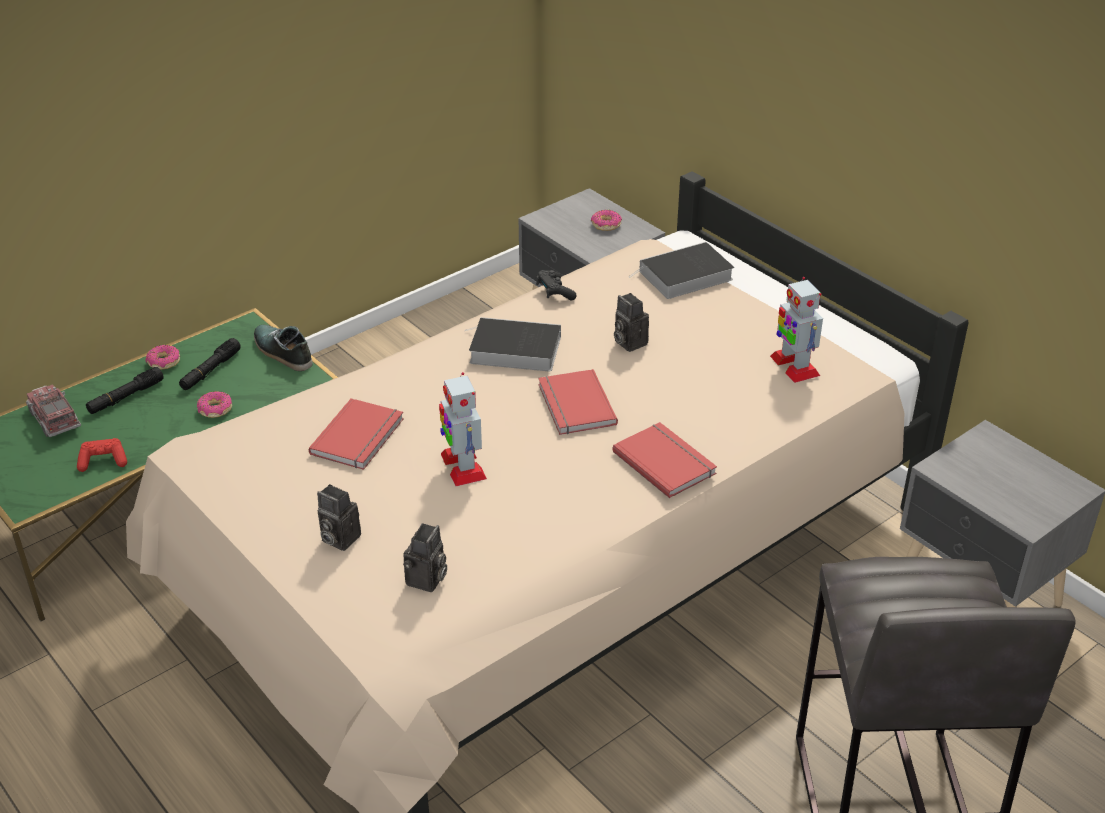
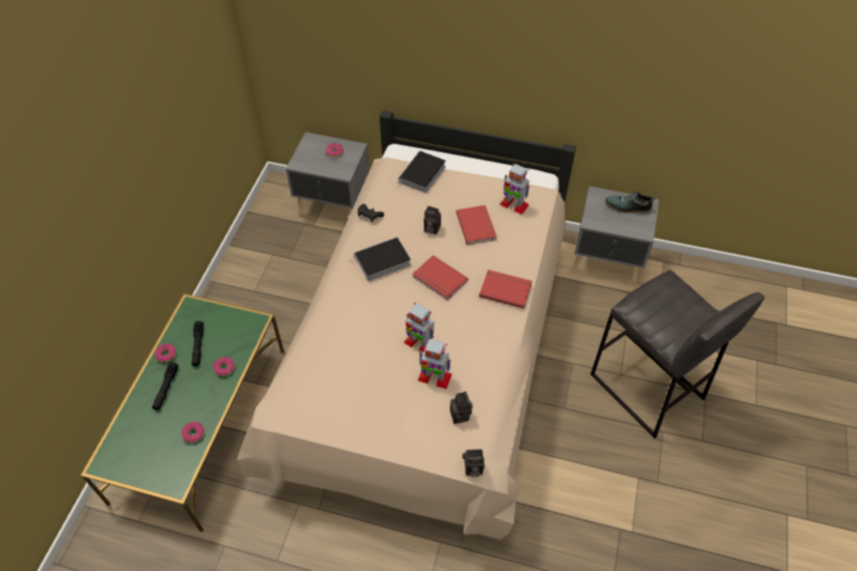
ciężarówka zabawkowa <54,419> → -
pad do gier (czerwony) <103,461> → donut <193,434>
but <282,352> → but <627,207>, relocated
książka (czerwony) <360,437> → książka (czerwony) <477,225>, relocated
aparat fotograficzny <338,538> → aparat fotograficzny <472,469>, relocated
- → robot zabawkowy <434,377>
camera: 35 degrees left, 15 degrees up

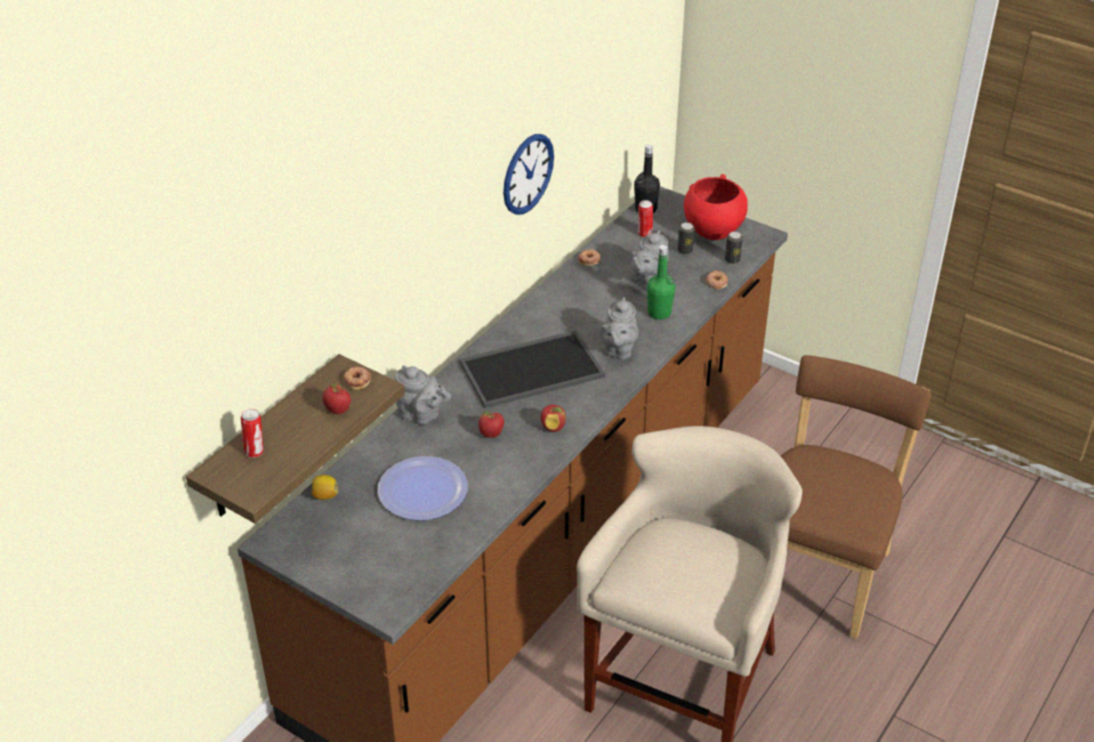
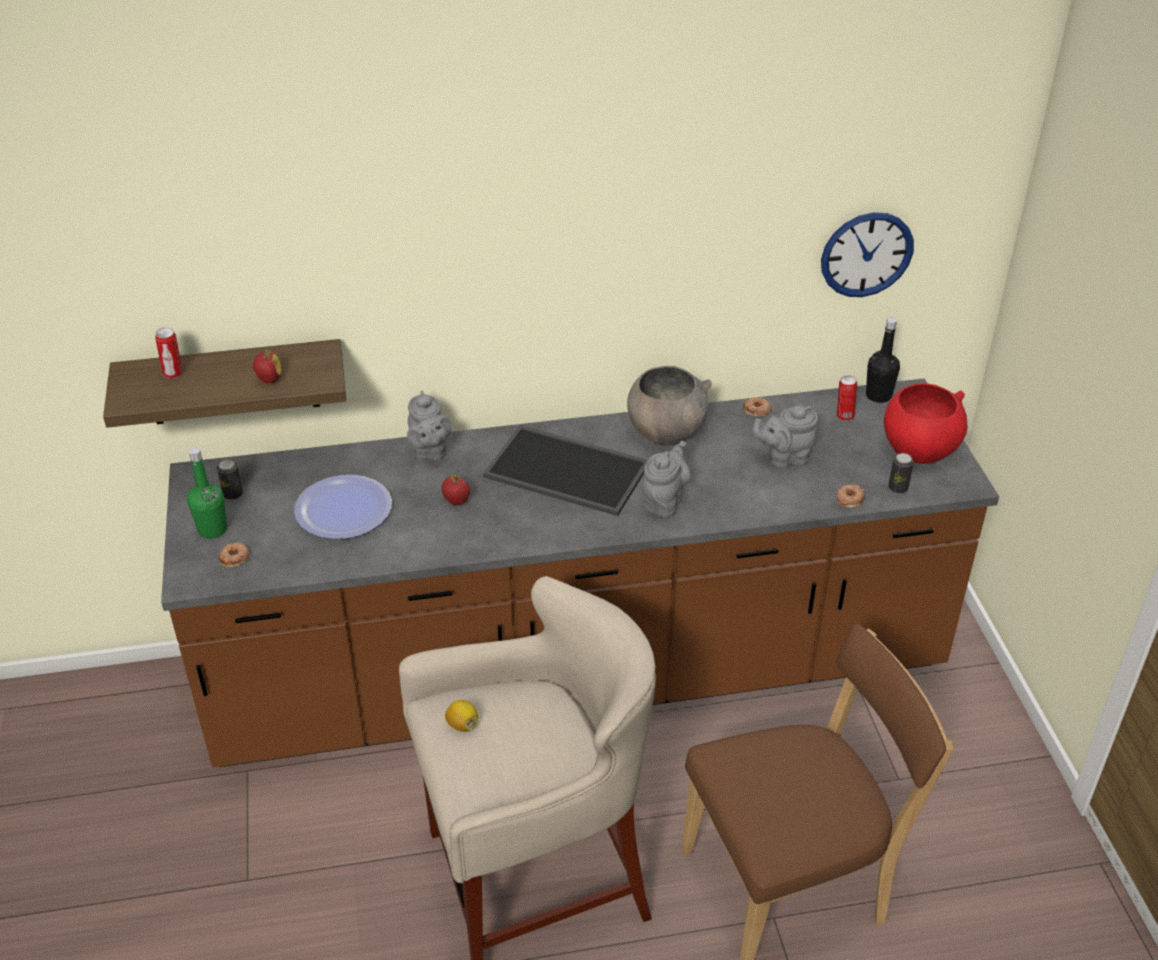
cytryna <325,496> → cytryna <462,724>, relocated
donut <357,380> → donut <235,557>, relocated
zegar ścienny <527,174> → zegar ścienny <866,254>, relocated
jabłko <553,427> → -
imbryk (szary) <618,350> → imbryk (szary) <664,501>, 150 degrees clockwise
butelka (zielony) <659,313> → butelka (zielony) <212,529>, relocated
puszka <685,250> → puszka <233,494>, relocated
- → miska (szary) <665,432>
camera: 45 degrees right, 0 degrees up

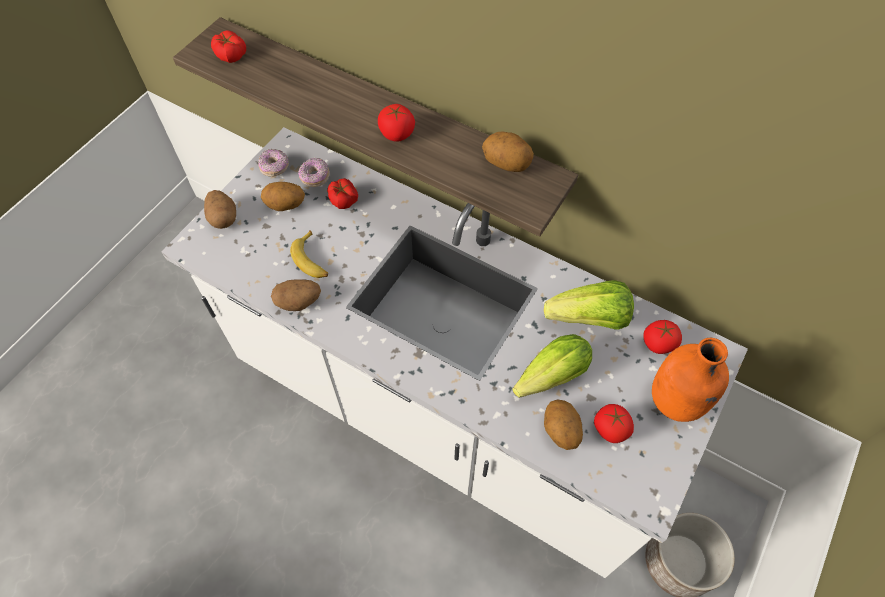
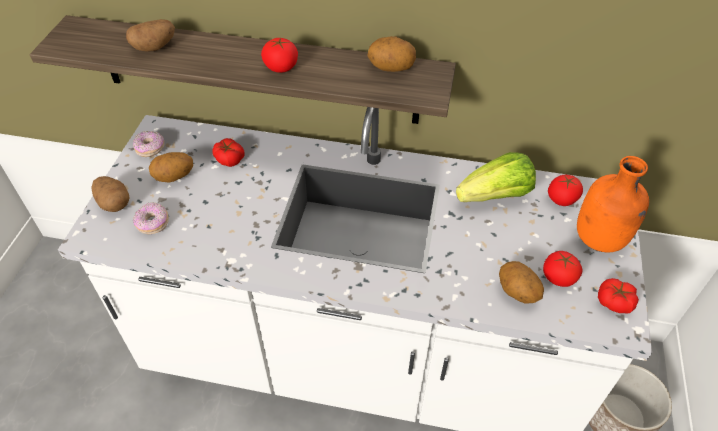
pomidor <230,55> → pomidor <614,302>, relocated
ziemniak <299,302> → ziemniak <154,47>, relocated
banan <312,260> → -
donut <315,177> → donut <152,223>, relocated
sałata <547,377> → -
camera: 20 degrees left, 10 degrees down

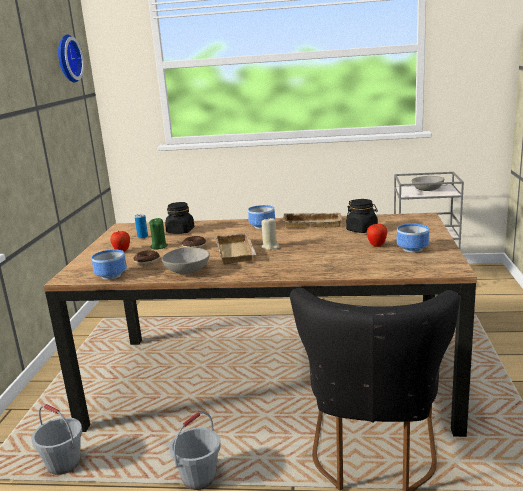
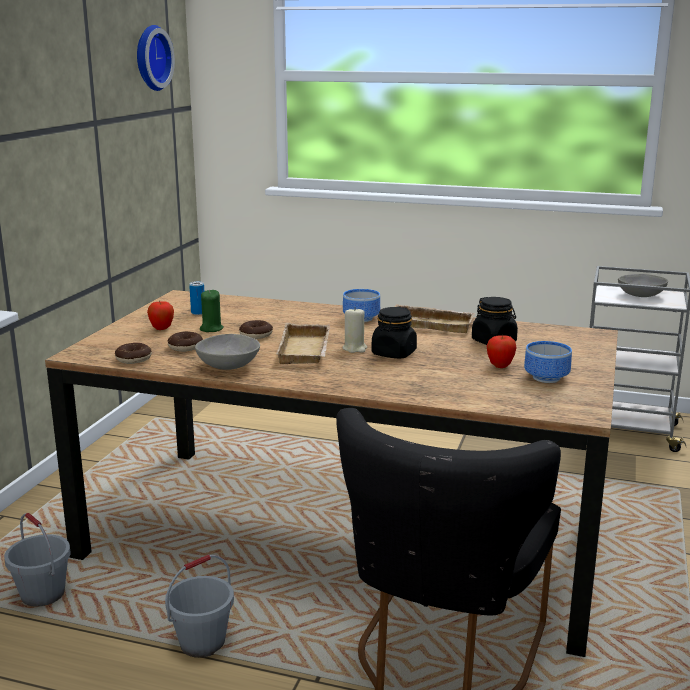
miska <112,276> → donut <133,359>
słoik (czarny) <180,231> → słoik (czarny) <394,353>, relocated
camera: 10 degrees right, 0 degrees up

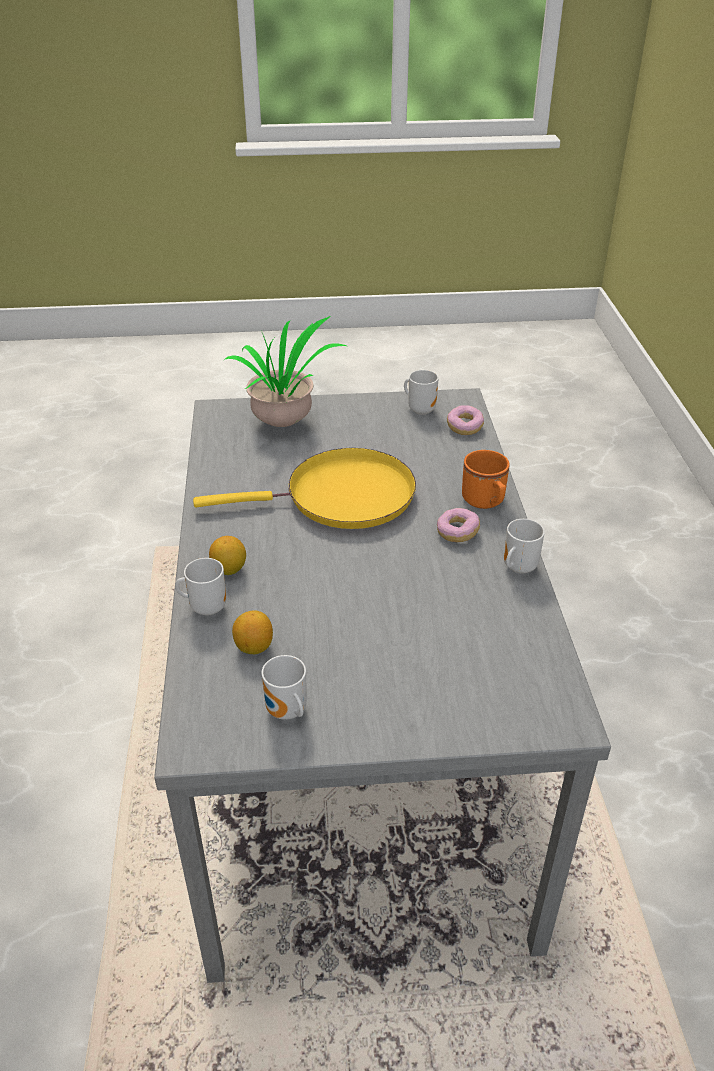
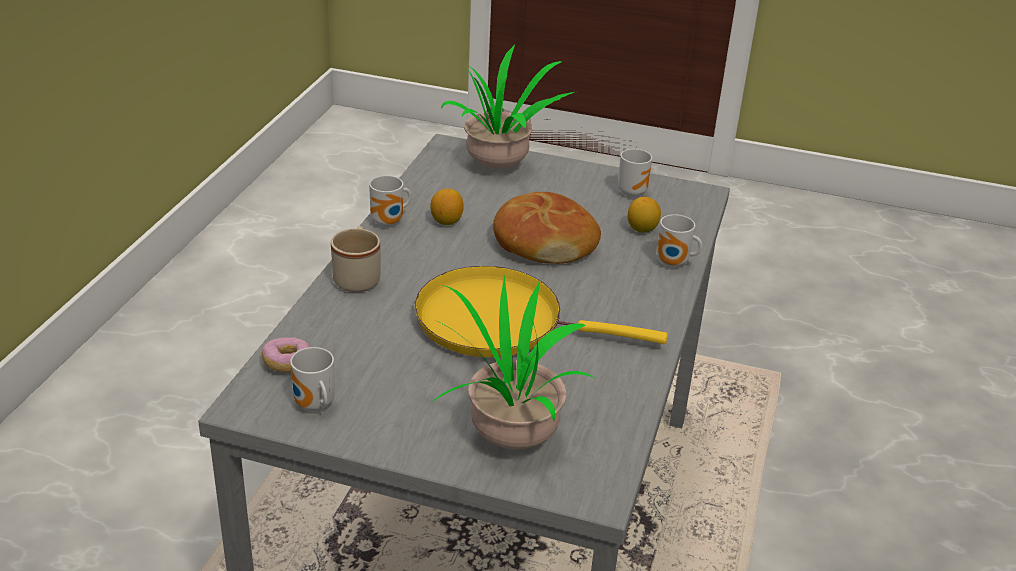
cytryna <229,569> → cytryna <446,221>, relocated
donut <457,532> → -
kubek (pomarańczowy) <486,502> → kubek (beżowy) <357,277>
- → roślina doniczkowa <500,165>
- → chleb <543,242>
camera: 160 degrees left, 5 degrees down

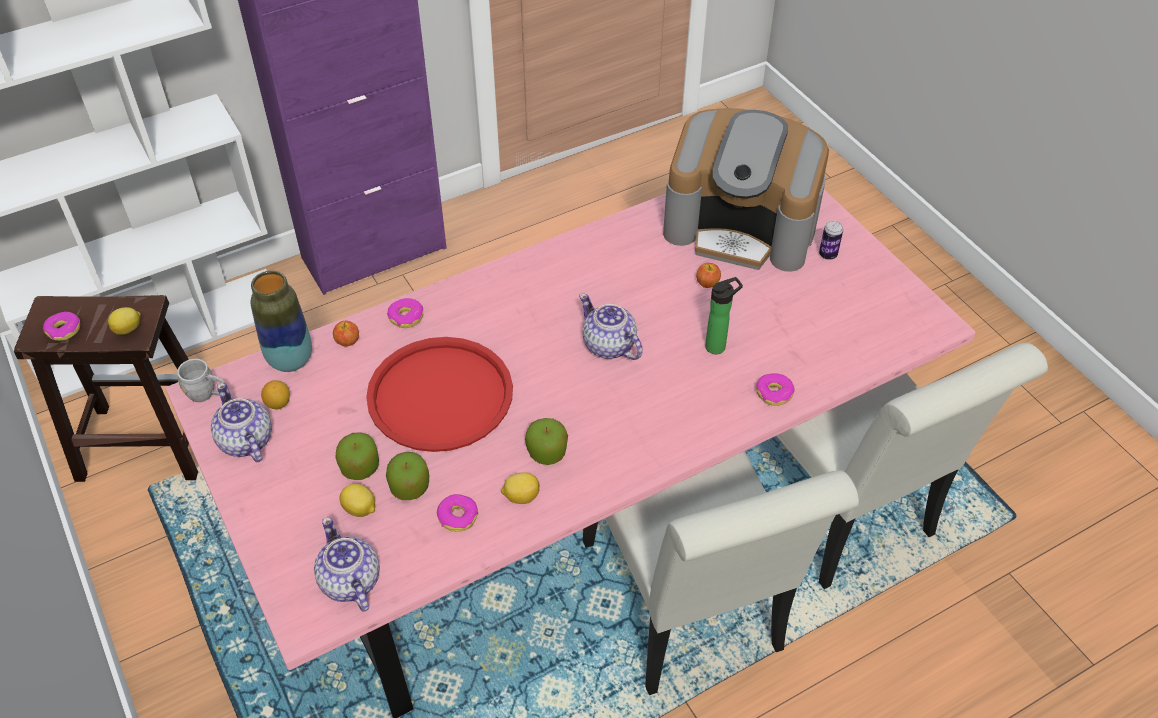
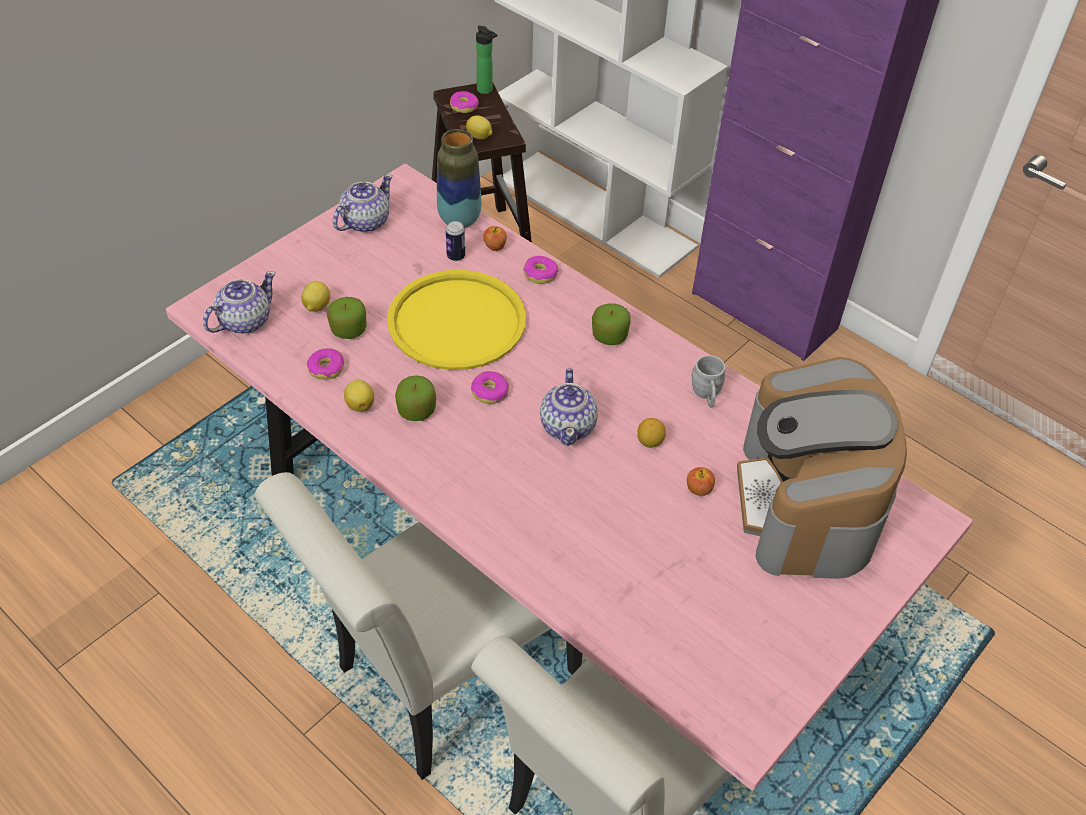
kubek (szary) <208,394> → kubek (szary) <706,395>, relocated
cytryna <278,403> → cytryna <650,442>, relocated
jabłko <360,467> → jabłko <609,336>, relocated
taca (czerwony) <440,395> → taca (żółty) <456,321>
imbryk <609,346> → imbryk <568,426>, 150 degrees clockwise
butelka <718,346> → butelka <486,91>, relocated
donut <774,393> → donut <490,392>, relocated
puszka <828,255> → puszka <456,256>, relocated
camera: 70 degrees right, 0 degrees up

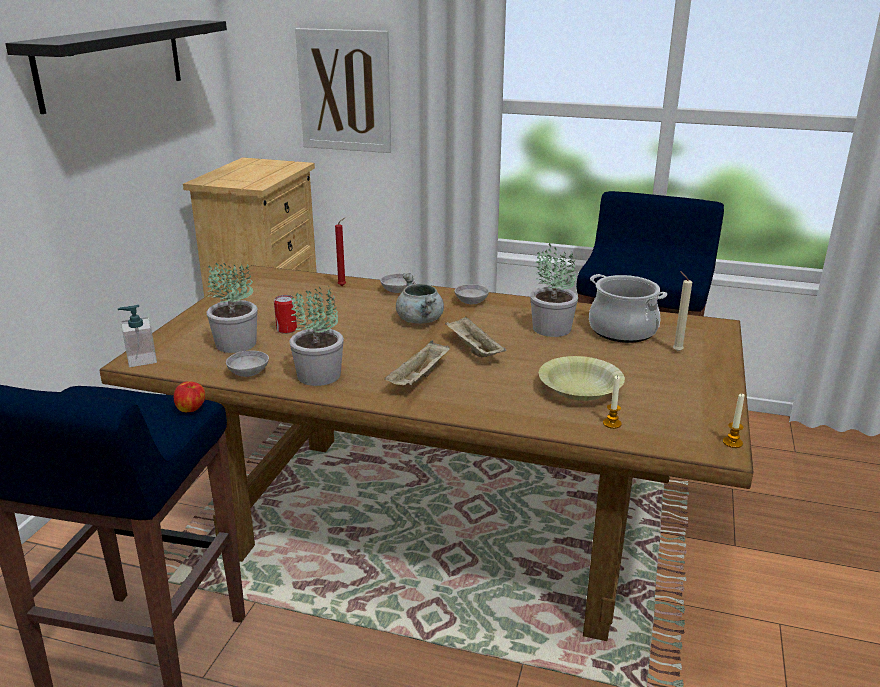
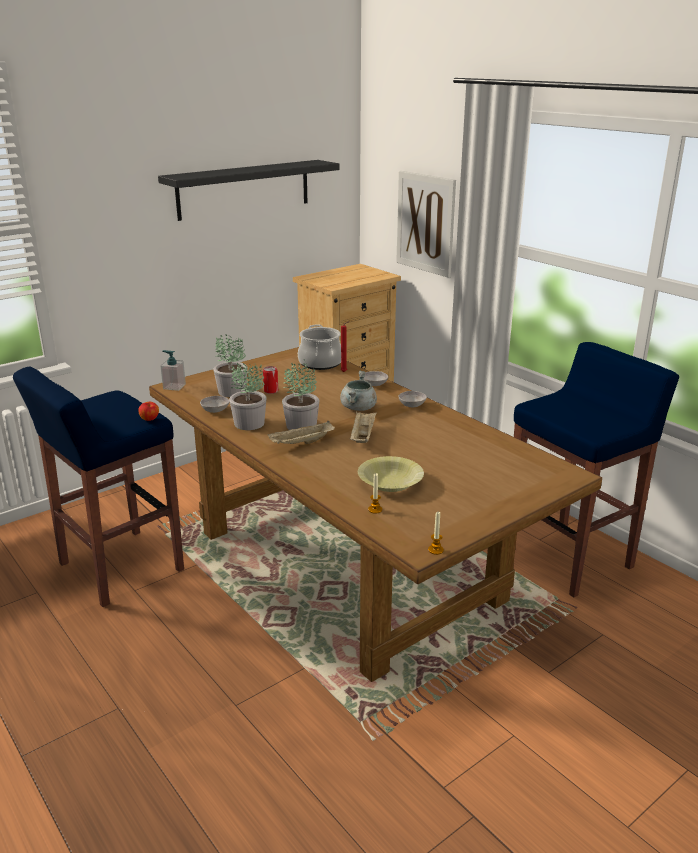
roślina doniczkowa <550,328> → roślina doniczkowa <301,425>, relocated
garnek <622,331> → garnek <320,363>, relocated
świeca (beżowy) <675,351> → -
camera: 35 degrees right, 0 degrees up

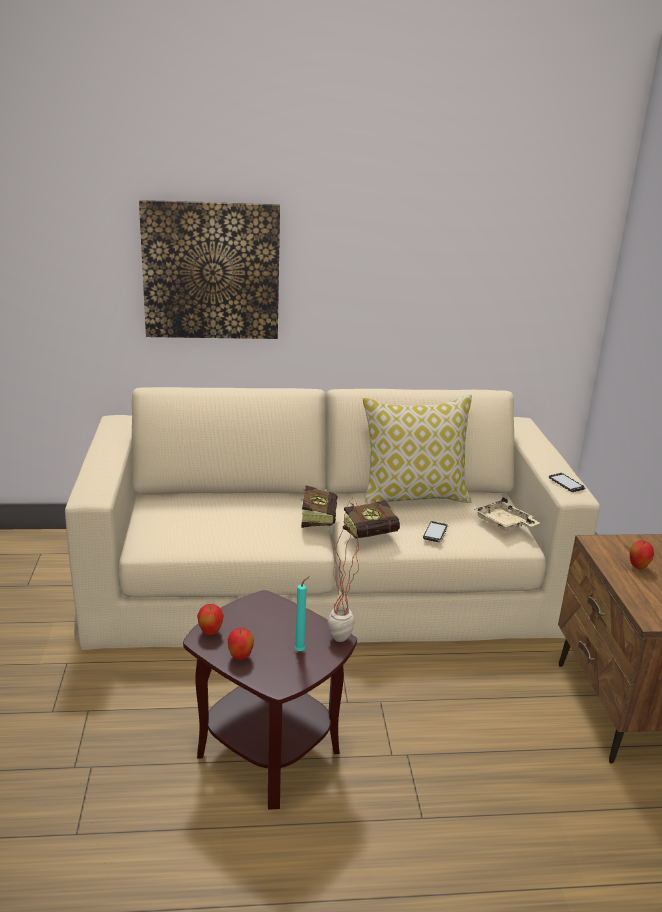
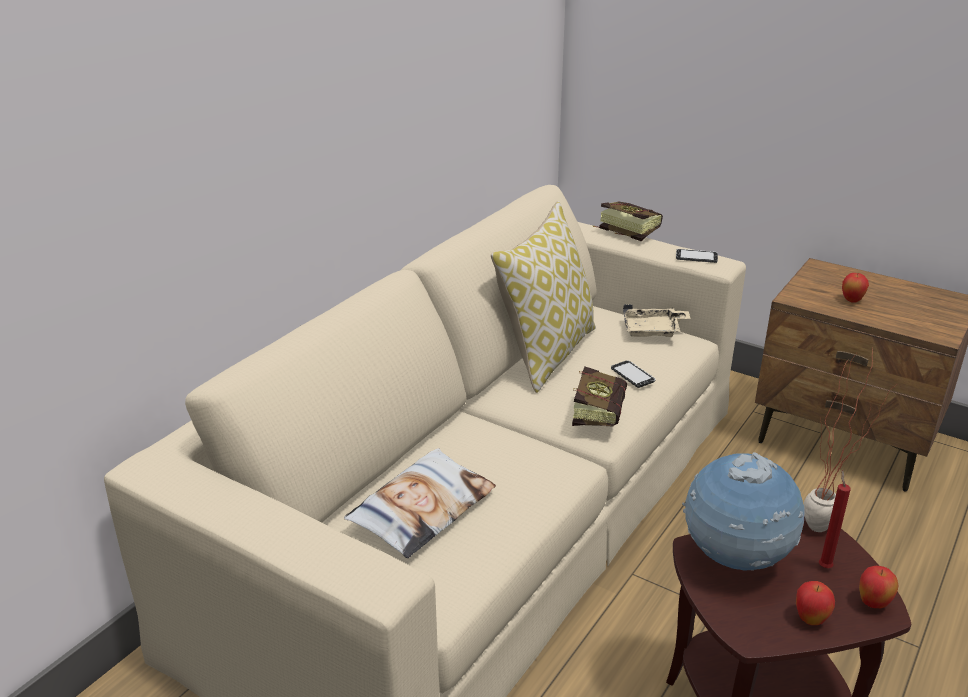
obraz <211,271> → -
jabłko <210,632> → jabłko <873,604>, relocated
świeca (turkusowy) <301,650> → świeca (czerwony) <824,566>
książka <318,518> → książka <624,232>, relocated
- → poduszka <422,510>
- → globus <735,560>
camera: 50 degrees left, 5 degrees up

